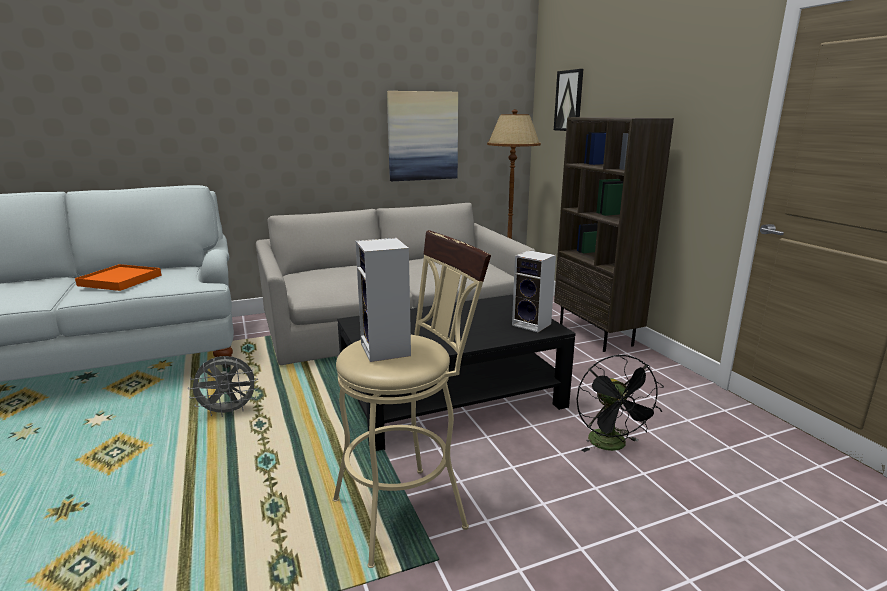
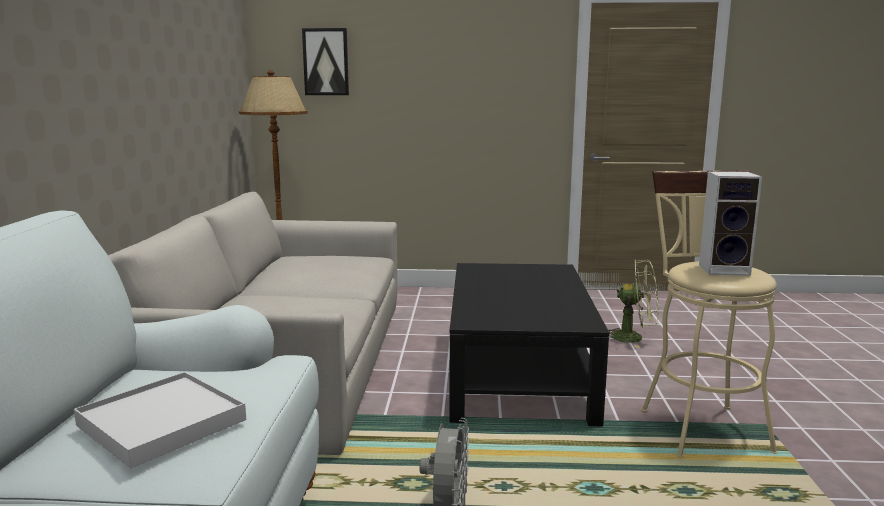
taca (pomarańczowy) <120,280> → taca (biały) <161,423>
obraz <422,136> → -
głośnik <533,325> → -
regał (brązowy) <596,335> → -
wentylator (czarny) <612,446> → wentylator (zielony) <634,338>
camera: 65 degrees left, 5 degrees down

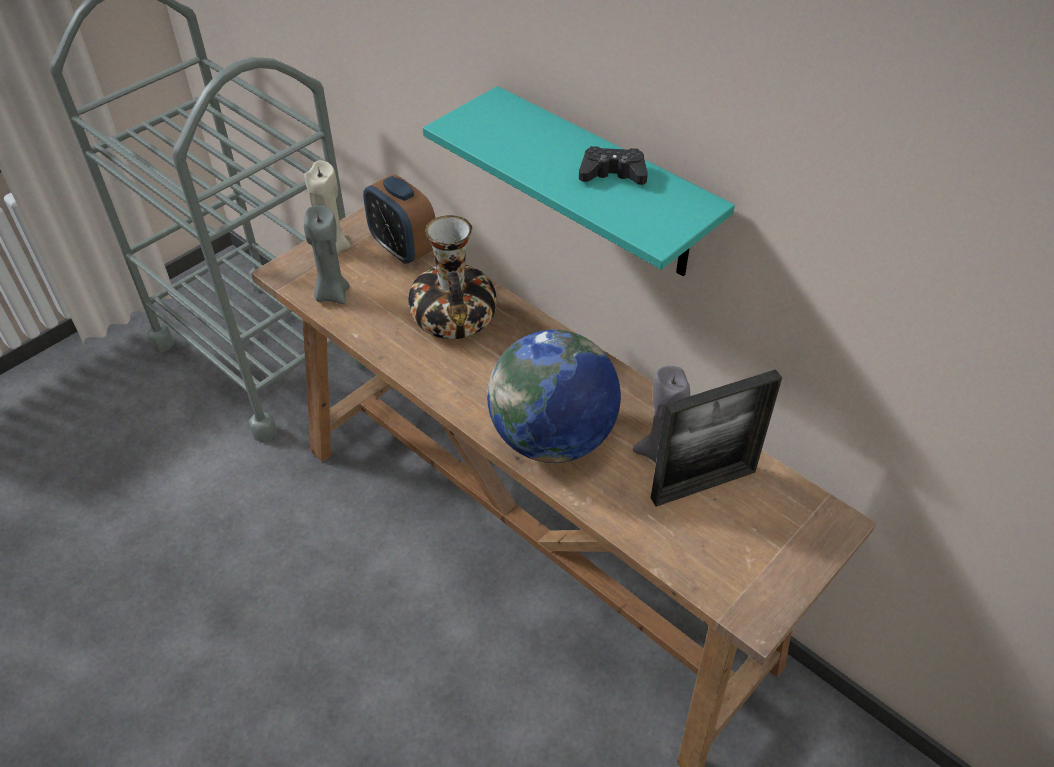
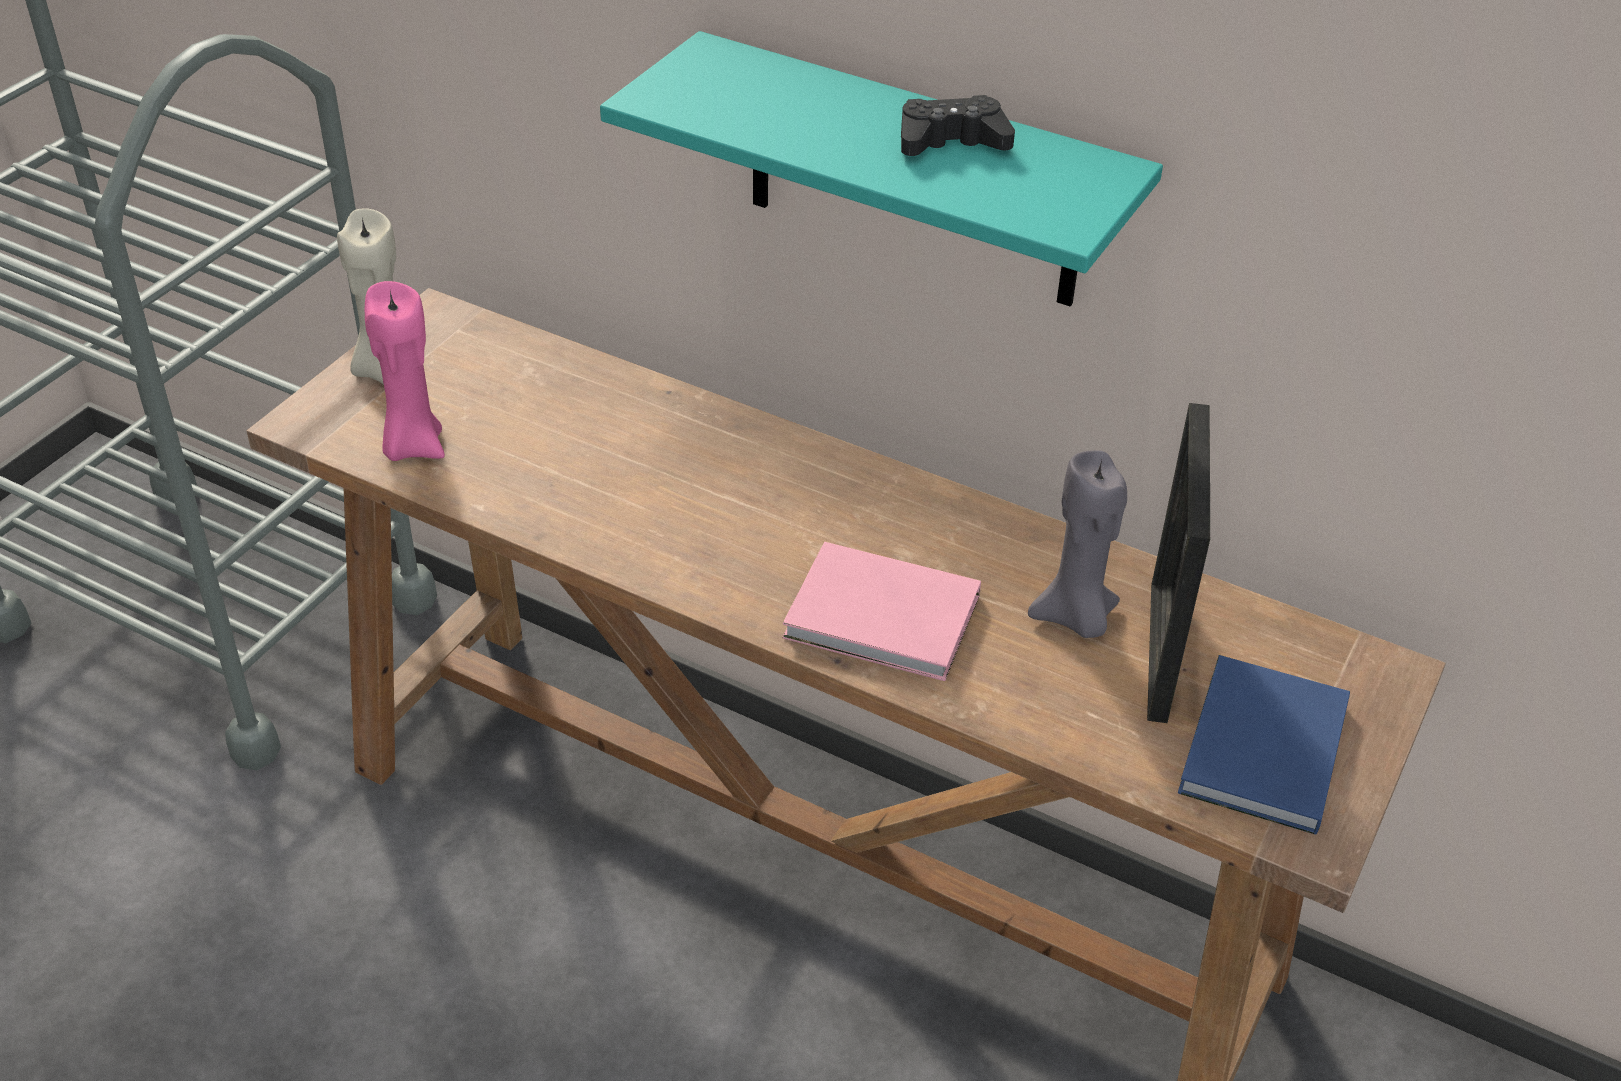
świeca (szary) <332,294> → świeca (różowy) <412,446>
budzik <403,249> → -
wazon <454,317> → -
globus <552,438> → książka (różowy) <886,620>
ramka na zdjęcie <703,485> → ramka na zdjęcie <1159,651>, 135 degrees clockwise
- → książka (niebieski) <1259,752>
camera: 15 degrees left, 5 degrees down

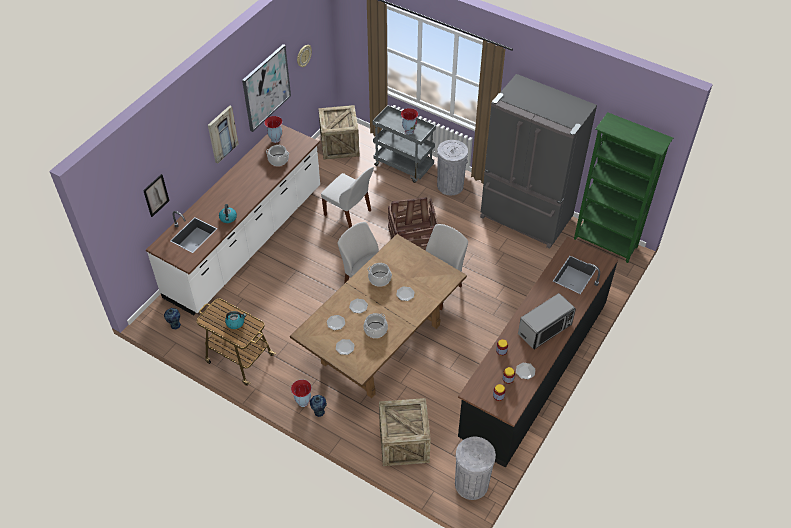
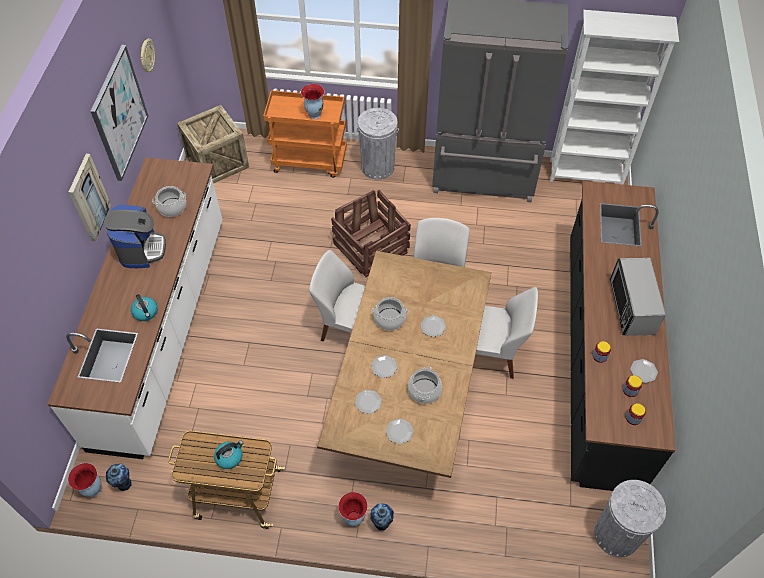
obraz <156,195> → -
wazon <275,139> → wazon <93,490>, relocated
krzesło (biały) <348,213> → krzesło (biały) <492,354>, relocated
wózek (szary) <404,166> → wózek (pomarańczowy) <310,161>
skrzynka <404,443> → -
mikrofalówka <545,329> → mikrofalówka <631,307>, 150 degrees clockwise
regał (zielony) <605,243> → regał (biały) <586,174>
- → ekspres do kawy <141,249>
camera: 25 degrees left, 5 degrees up

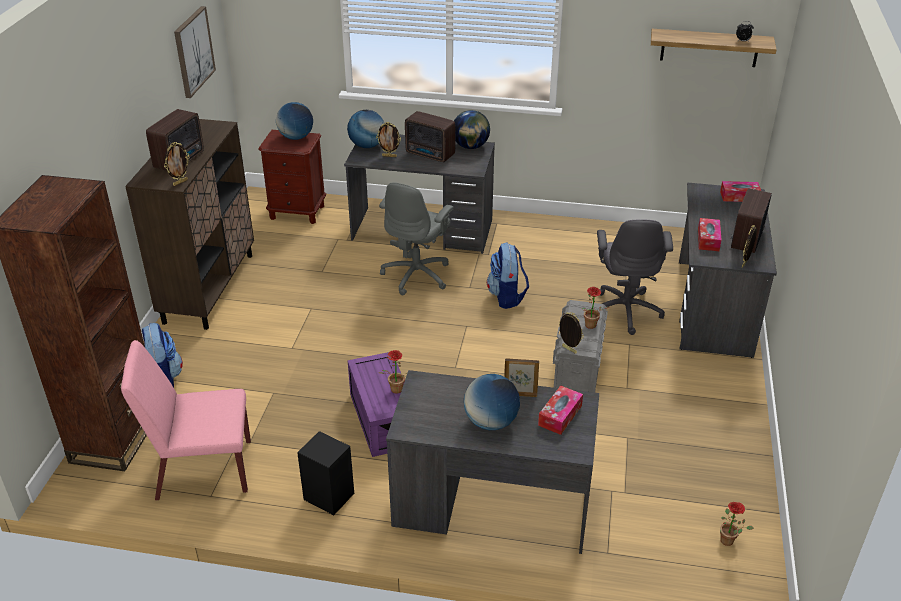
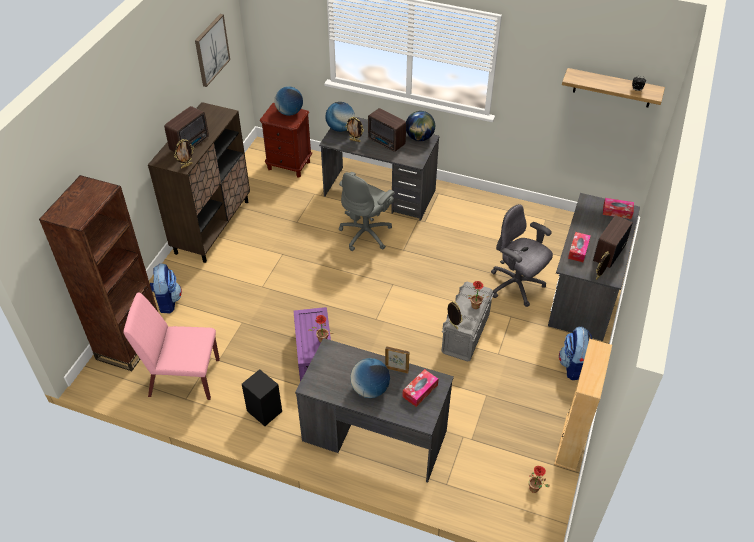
plecak <507,297> → plecak <574,366>, relocated
krzesło biurowe (szary) <625,310> → krzesło biurowe (szary) <516,286>, 120 degrees clockwise
- → regał (beżowy) <571,442>
camera: 10 degrees right, 10 degrees up

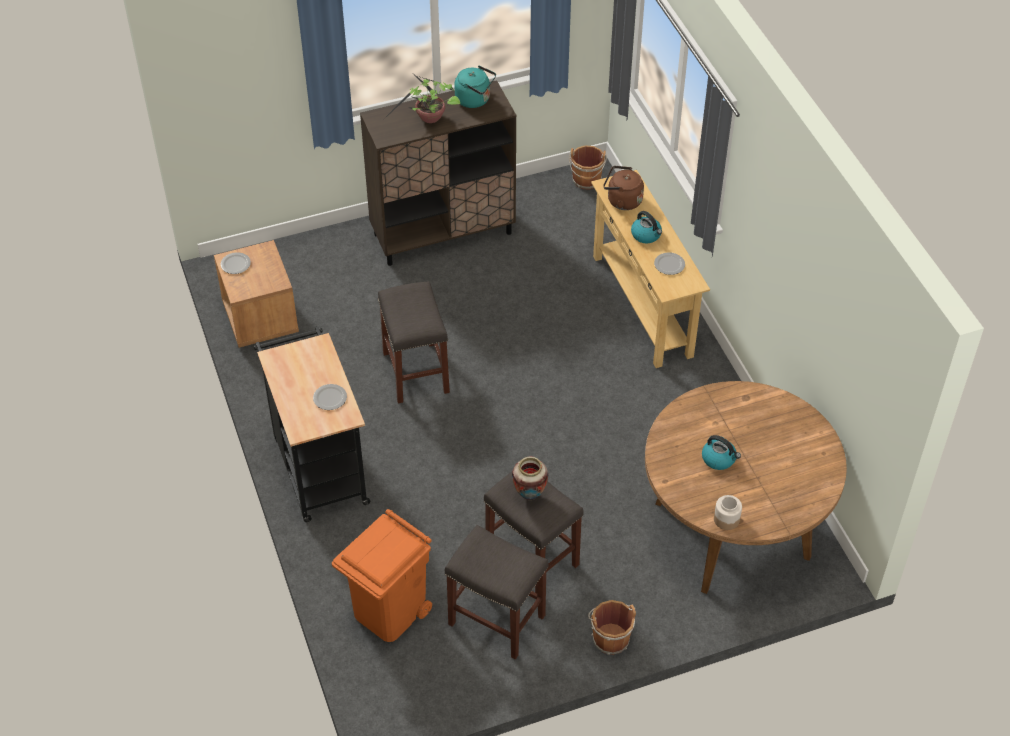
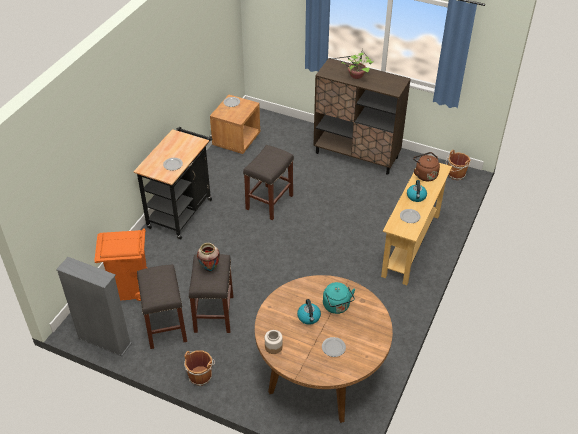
czajnik (turkusowy) <475,100> → czajnik (turkusowy) <337,307>, relocated
- → regał (szary) <104,341>
- → talerz <333,348>
camera: 45 degrees right, 5 degrees down

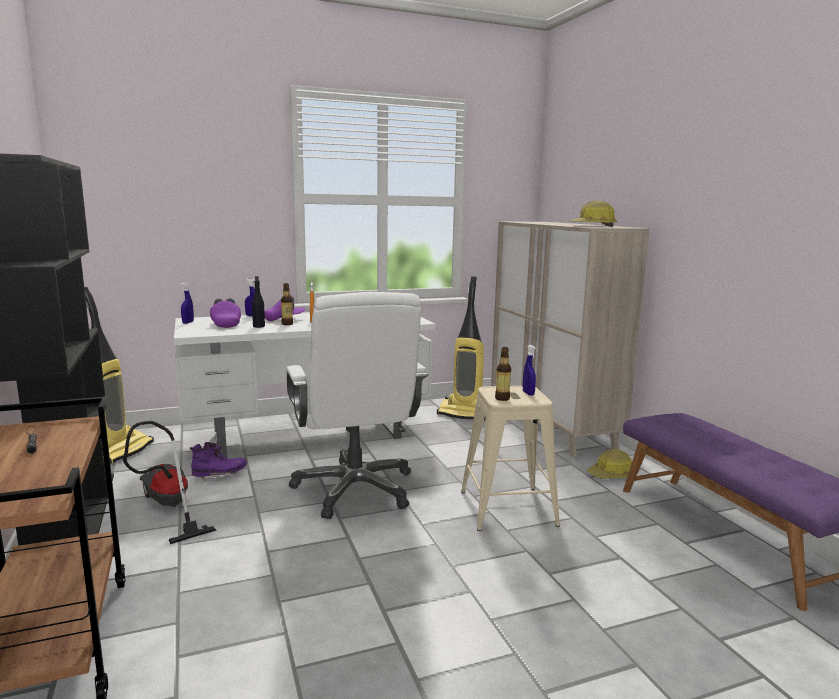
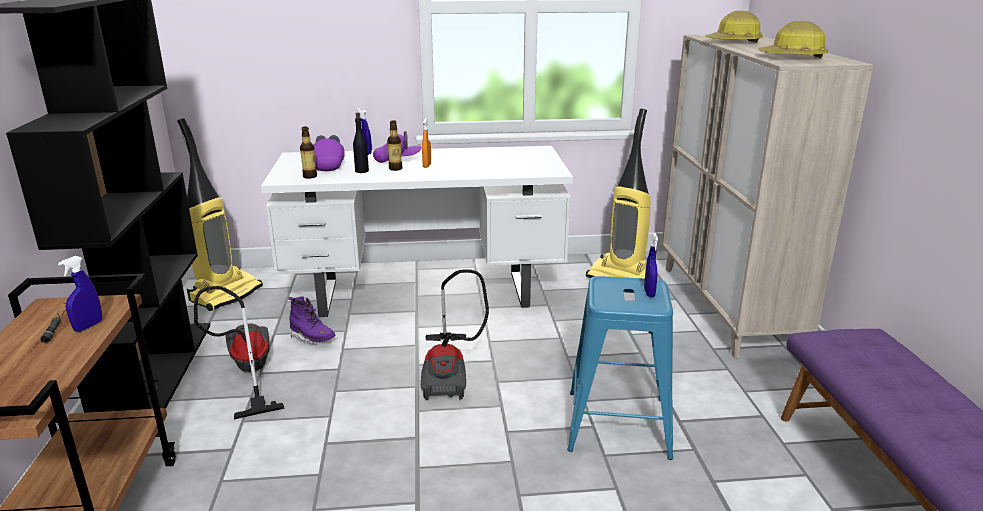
spryskiwacz (niebieski) <188,322> → spryskiwacz (niebieski) <88,326>, relocated
but z cholewką (fioletowy) <219,476> → but z cholewką (fioletowy) <312,338>, 45 degrees clockwise
krzesło biurowe (biały) <355,489> → odkurzacz <449,373>
stołek (beżowy) <508,508> → stołek (niebieski) <618,424>
butelka <502,398> → butelka <310,176>, relocated
kask <611,475> → kask <734,42>, relocated
camera: 15 degrees right, 10 degrees up

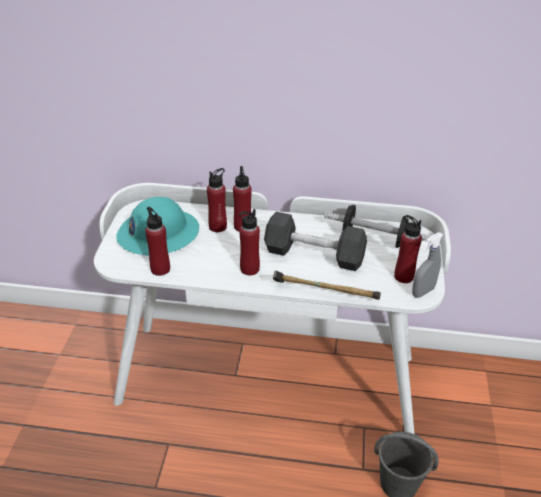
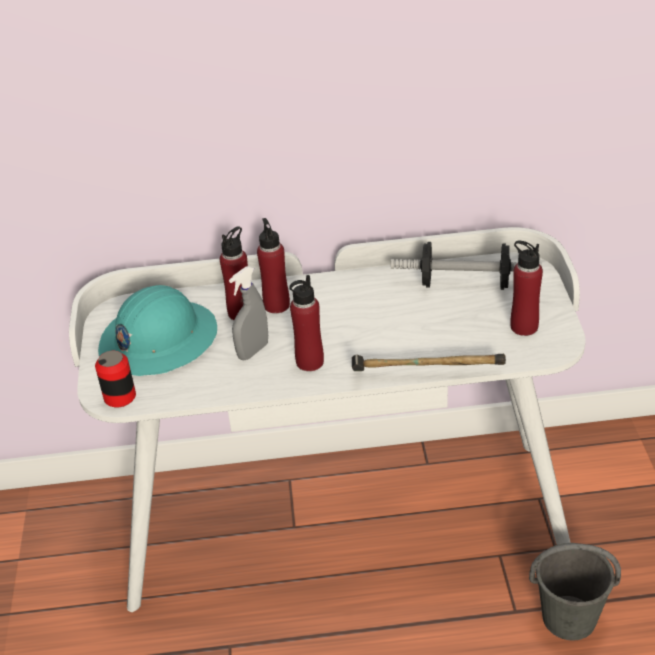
butelka (czerwony) <160,269> → -
hantel (czarny) <314,255> → -
spryskiwacz (szary) <423,292> → spryskiwacz (szary) <253,351>, relocated
- → puszka <120,397>
camera: 10 degrees left, 0 degrees up

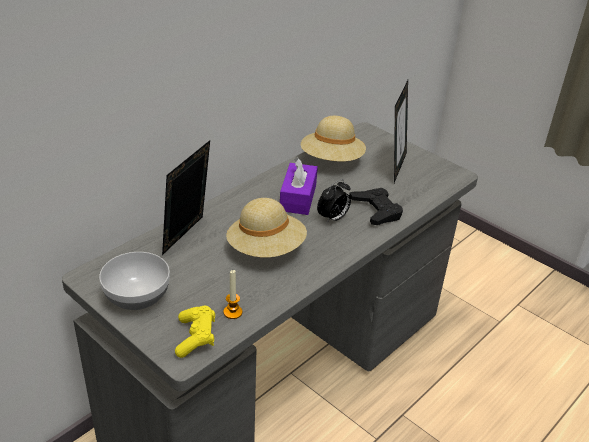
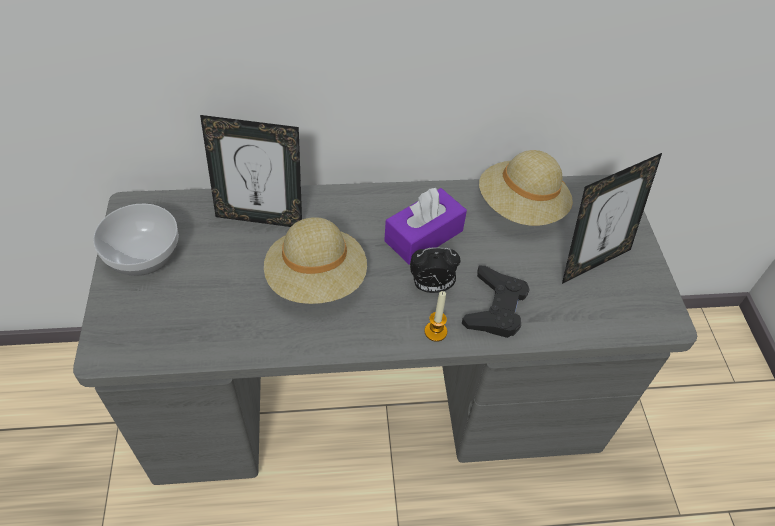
ramka na zdjęcie <188,237> → ramka na zdjęcie <260,217>, 150 degrees counterclockwise
pad do gier (żółty) <196,337> → -
świeca <232,312> → świeca <435,331>, relocated
camera: 40 degrees right, 15 degrees up

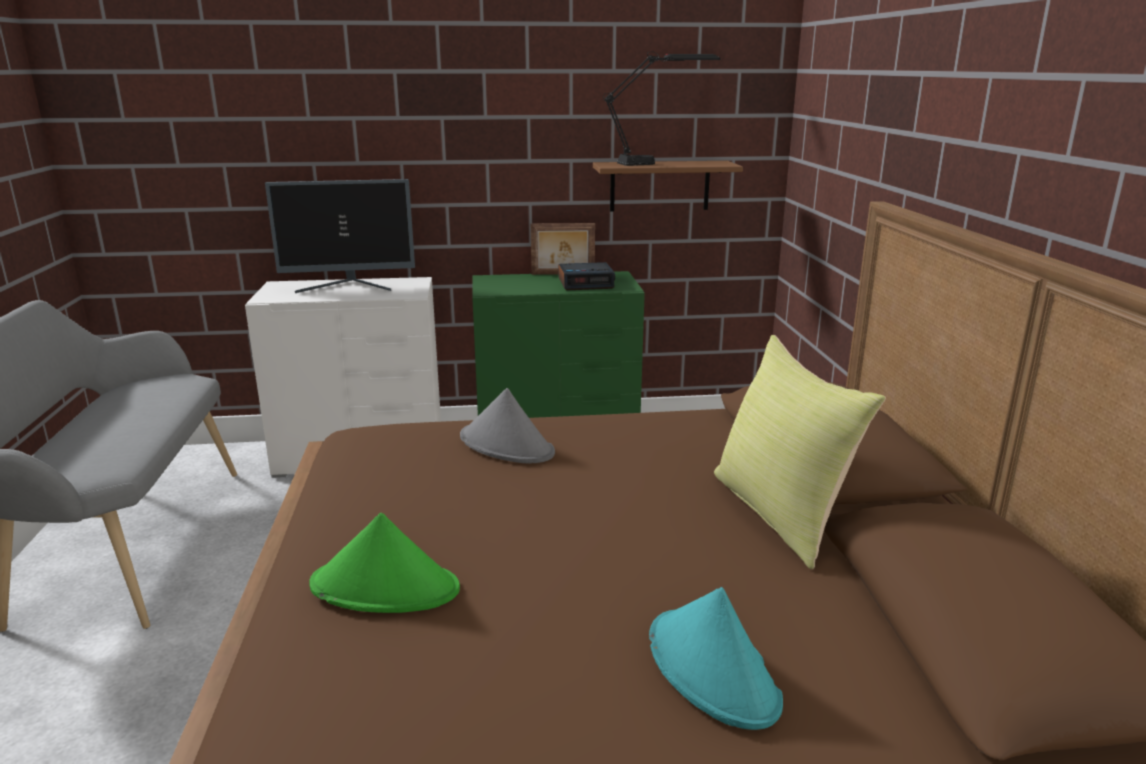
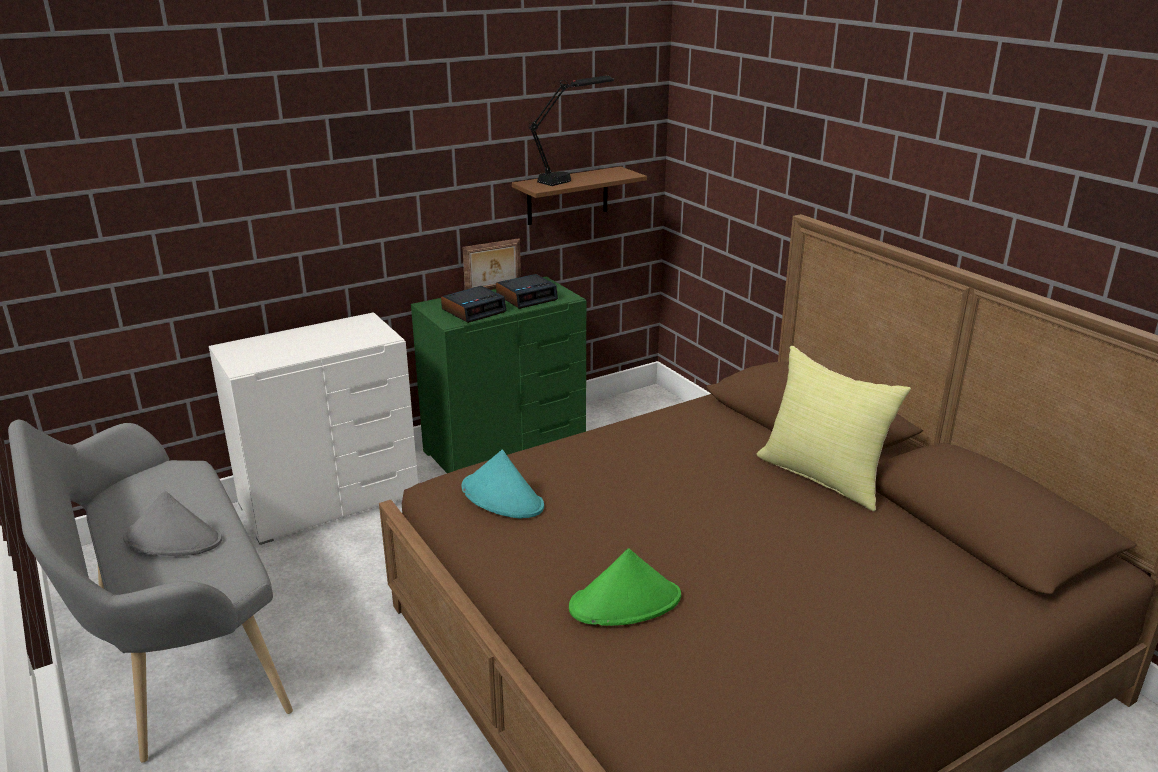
monitor <349,287> → -
kapelusz (szary) <507,445> → kapelusz (szary) <174,539>, relocated
kapelusz (turkusowy) <713,669> → kapelusz (turkusowy) <502,497>, relocated
- → budzik <474,310>
camera: 25 degrees left, 5 degrees up

